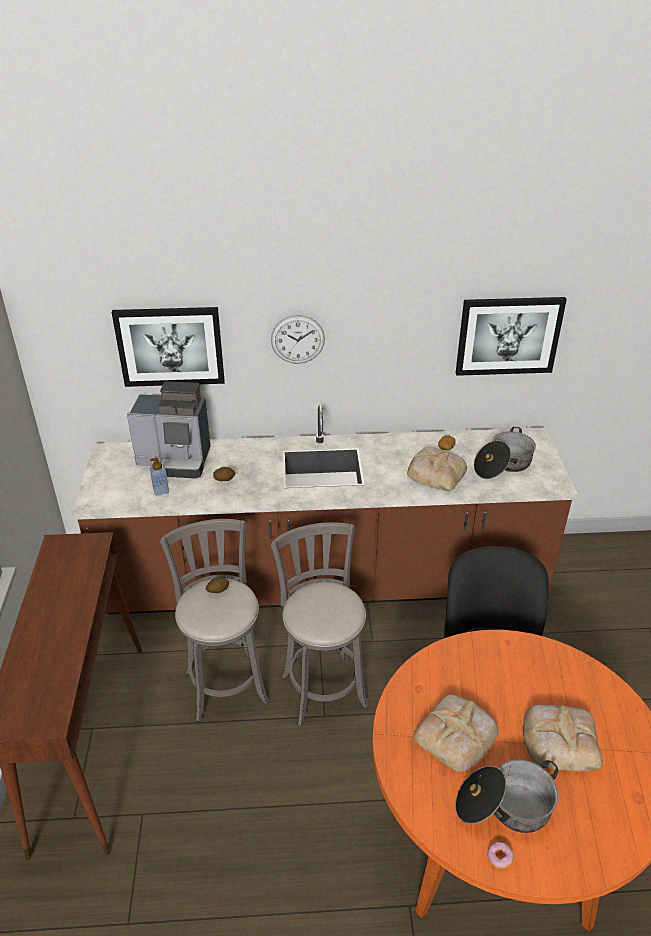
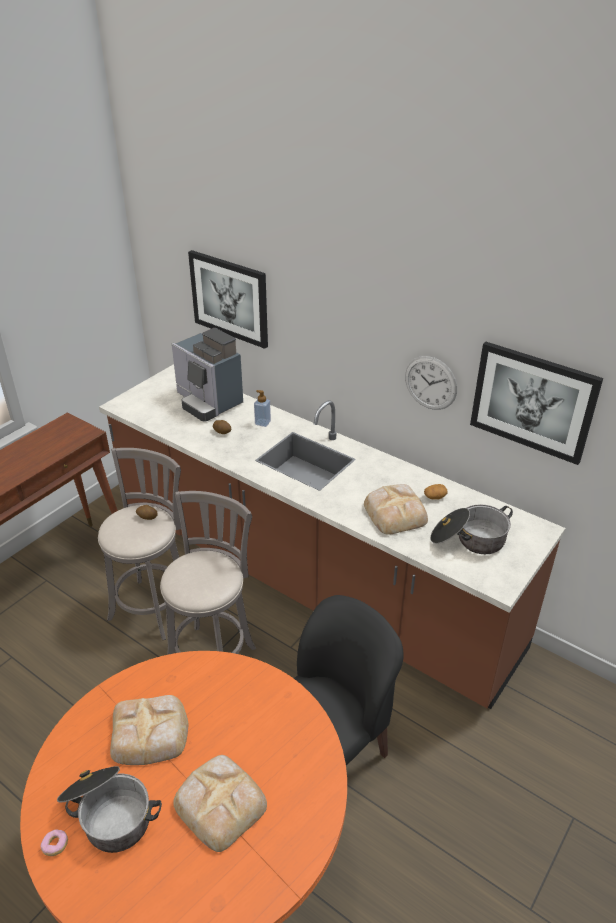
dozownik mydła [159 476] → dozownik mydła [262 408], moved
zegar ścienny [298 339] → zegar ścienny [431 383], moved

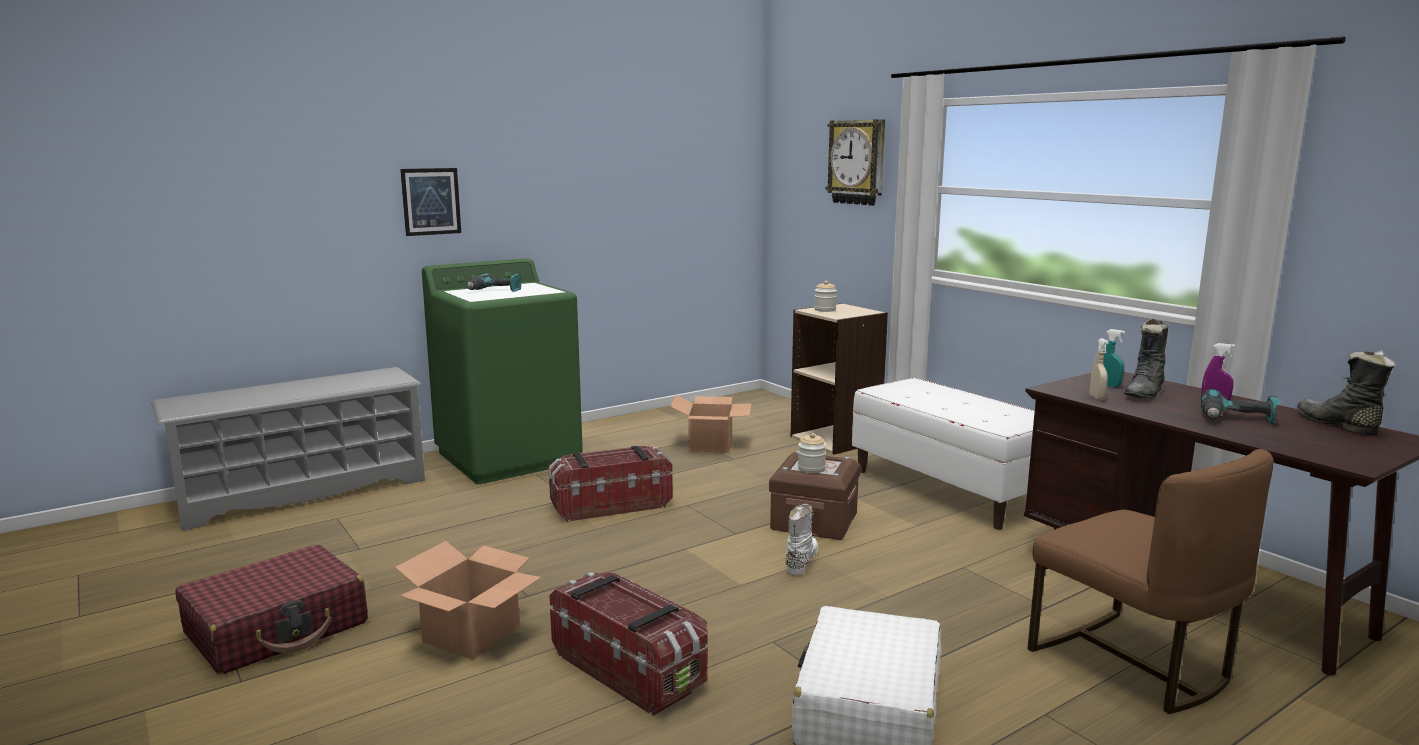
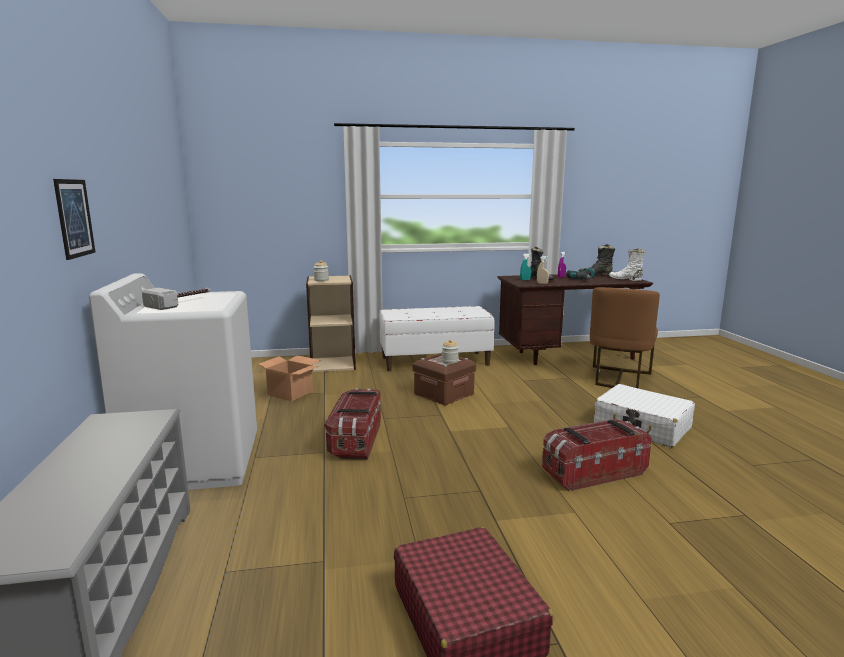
karton [468 600] → -
pralka [zielony] [502 371] → pralka [biały] [173 381]
wiertarka [493 282] → młotek [176 299]
but z cholewką [biały] [801 539] → but z cholewką [biały] [627 264], moved
zegar ścienny [855 162] → -
krzesło [brązowy] [1150 581] → krzesło [brązowy] [625 337], 120 degrees clockwise

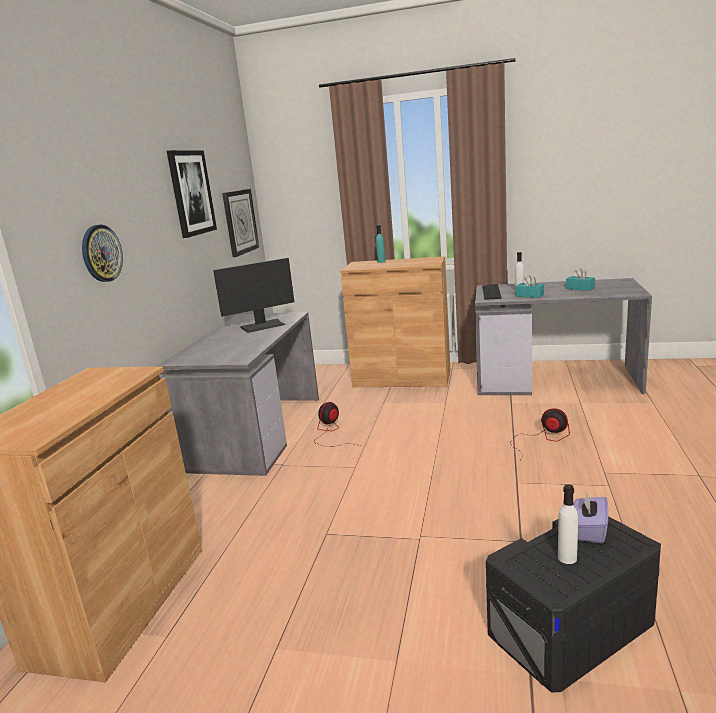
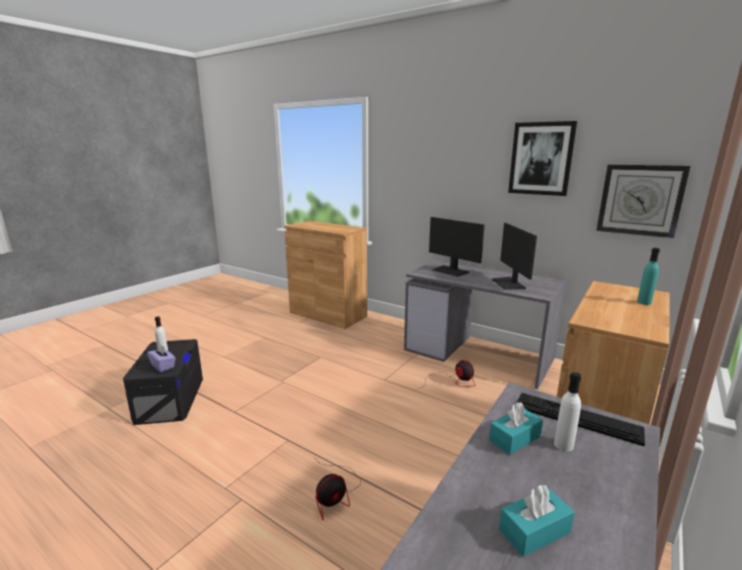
zegar ścienny [102 253] → -
- → monitor [457 247]

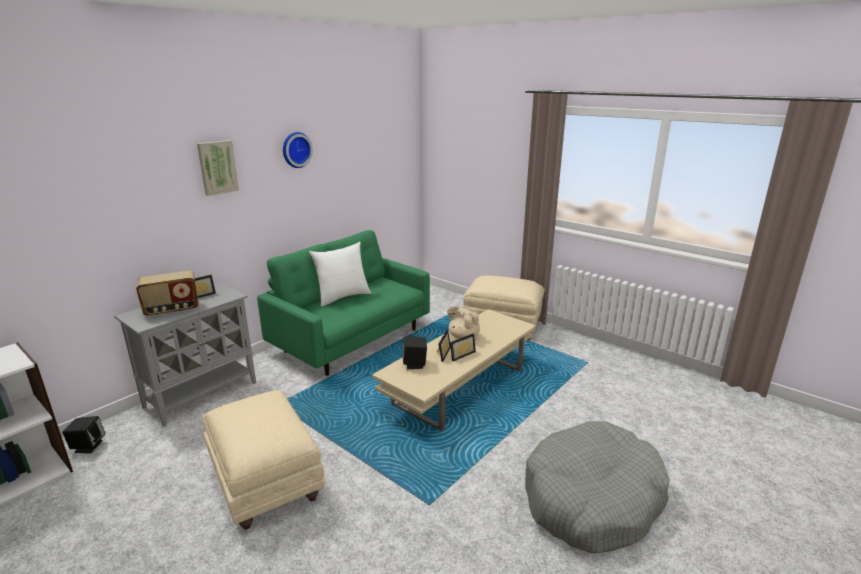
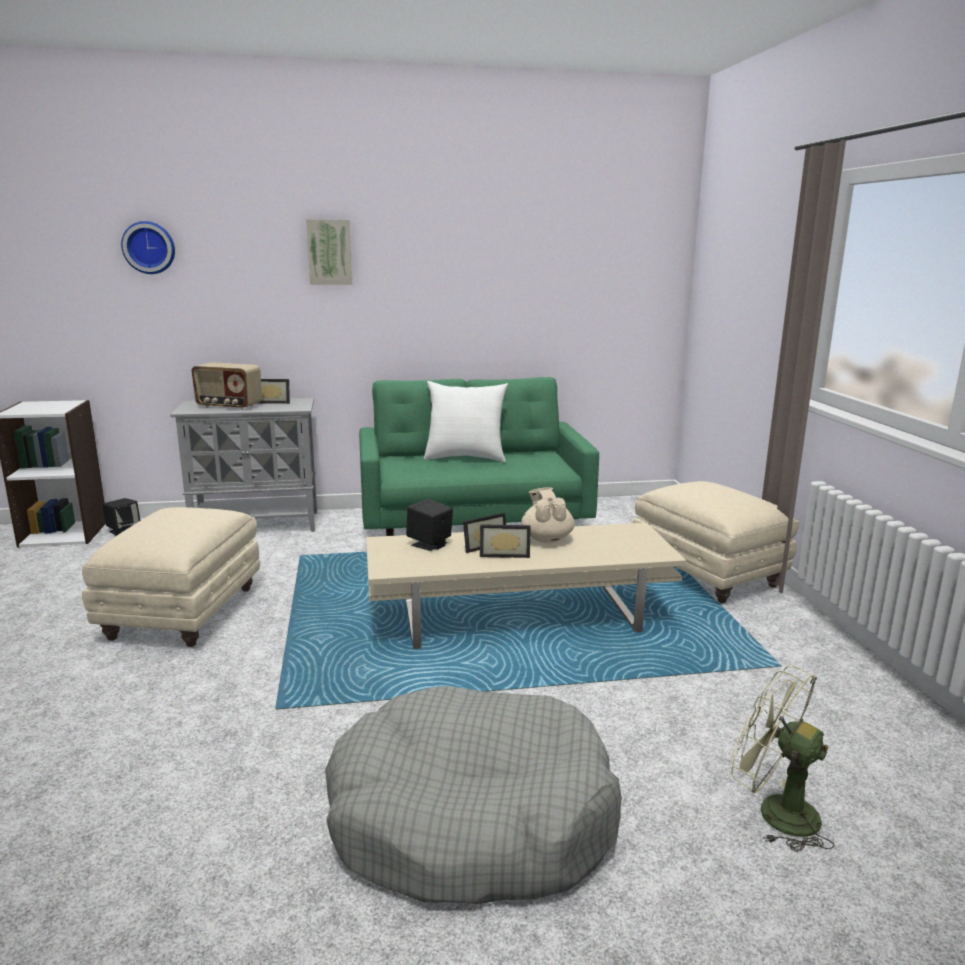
zegar ścienny [298 150] → zegar ścienny [148 247], moved
- → wentylator [zielony] [782 758]

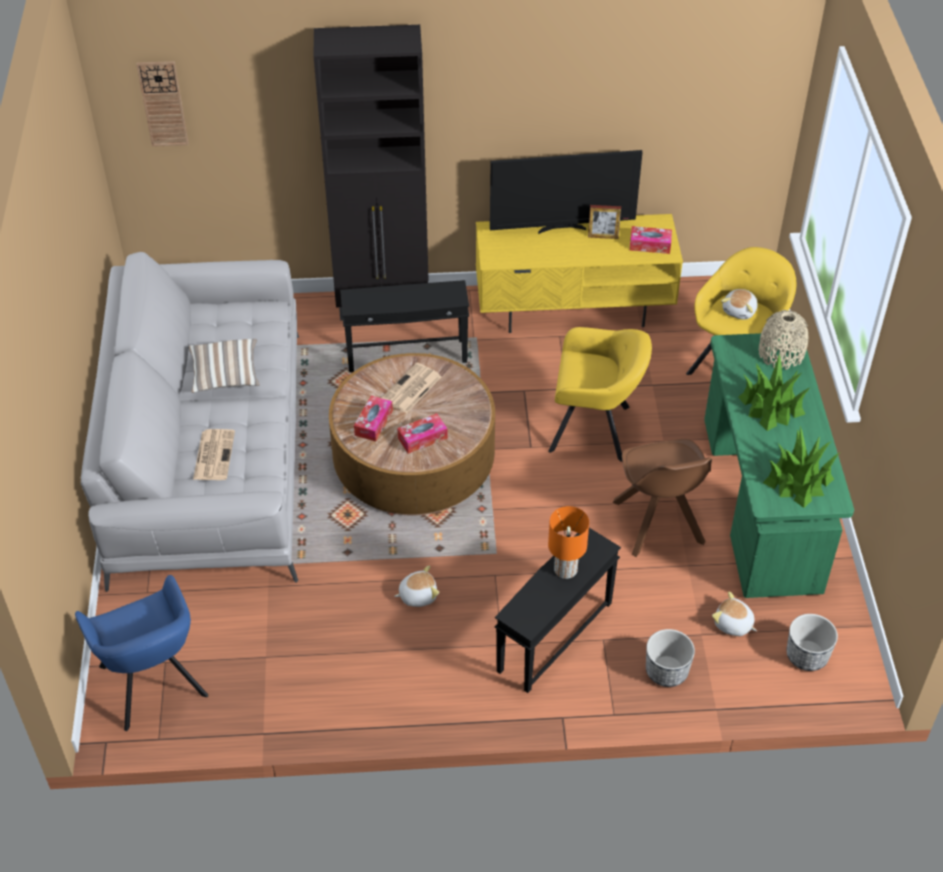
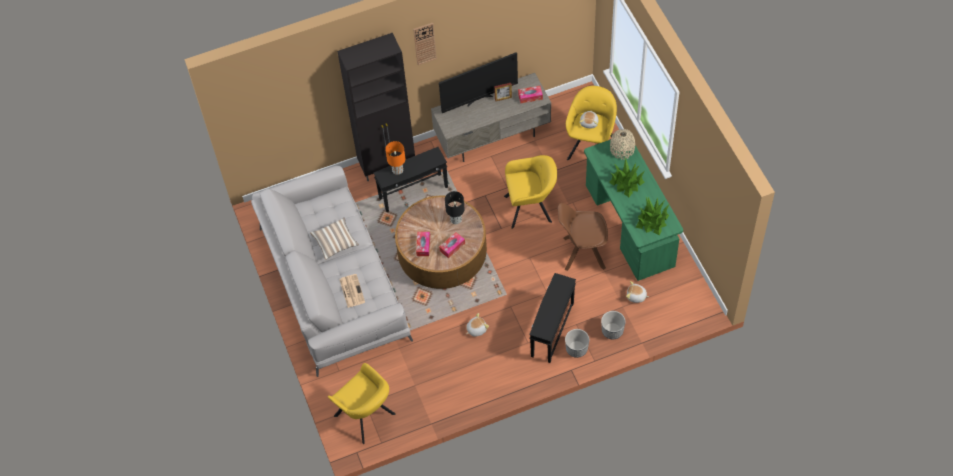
fotel [niebieski] [142 653] → fotel [żółty] [362 403]
zegar ścienny [162 104] → zegar ścienny [425 43], moved
gazeta [411 387] → -
szafka pod telewizor [żółty] [579 273] → szafka pod telewizor [szary] [491 117]
lampa stołowa [pomarańczowy] [568 542] → lampa stołowa [pomarańczowy] [395 158], moved
krzesło [brązowy] [662 498] → krzesło [brązowy] [583 237], 120 degrees clockwise
donica [812 642] → donica [577 343], moved
- → lampa stołowa [czarny] [455 207]

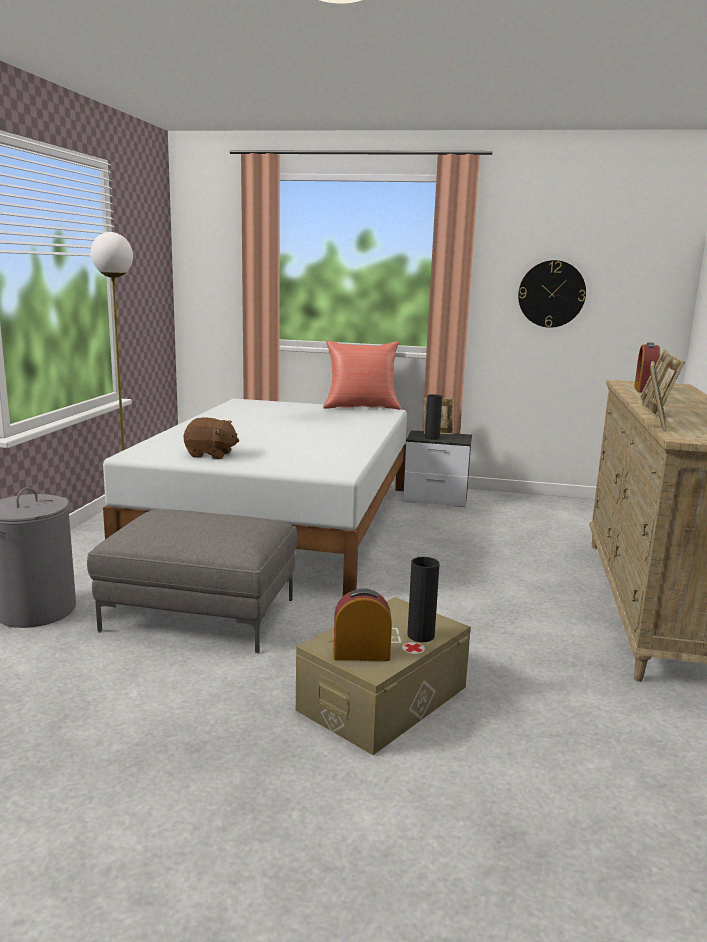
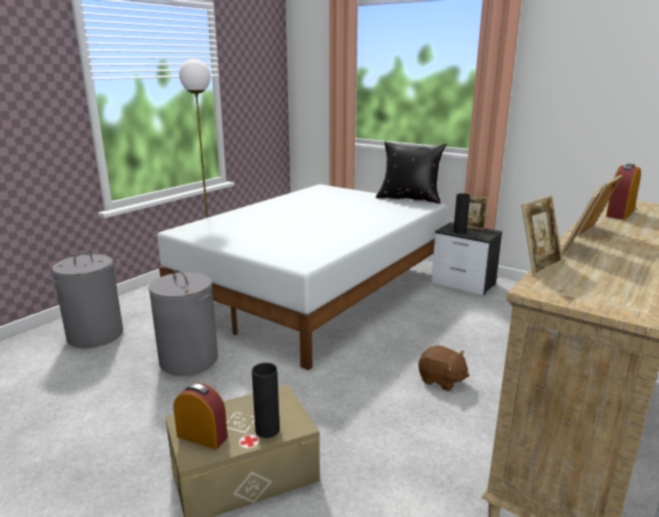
pufa [szary] [192 581] → kosz na pranie [szary] [183 323]
pluszak [brązowy] [211 438] → pluszak [brązowy] [443 368], moved
poduszka [czerwony] [362 375] → poduszka [czarny] [411 172]
zegar ścienny [552 294] → -

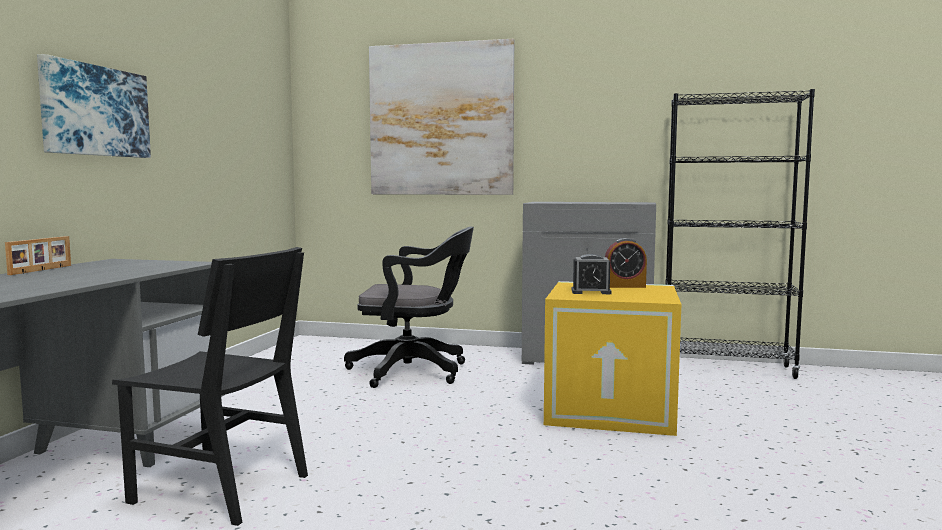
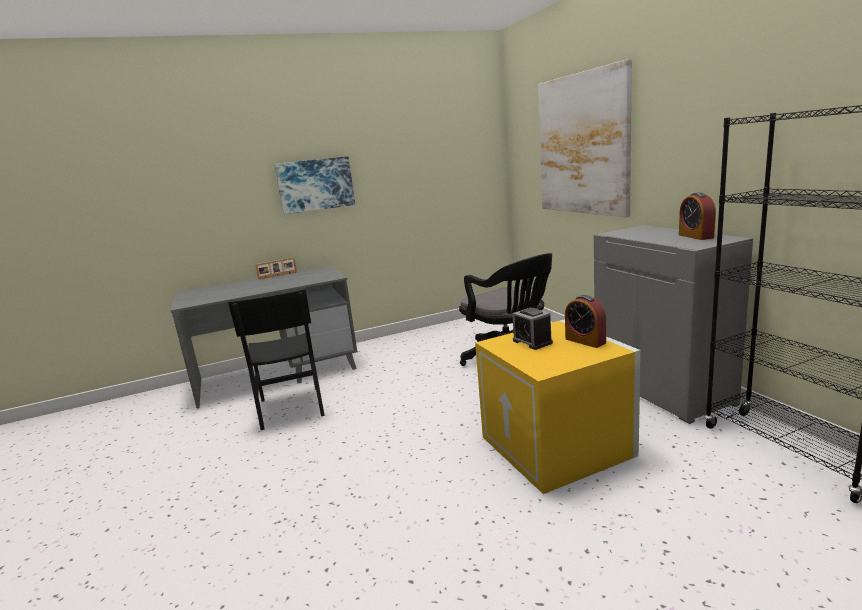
- → budzik [697 216]

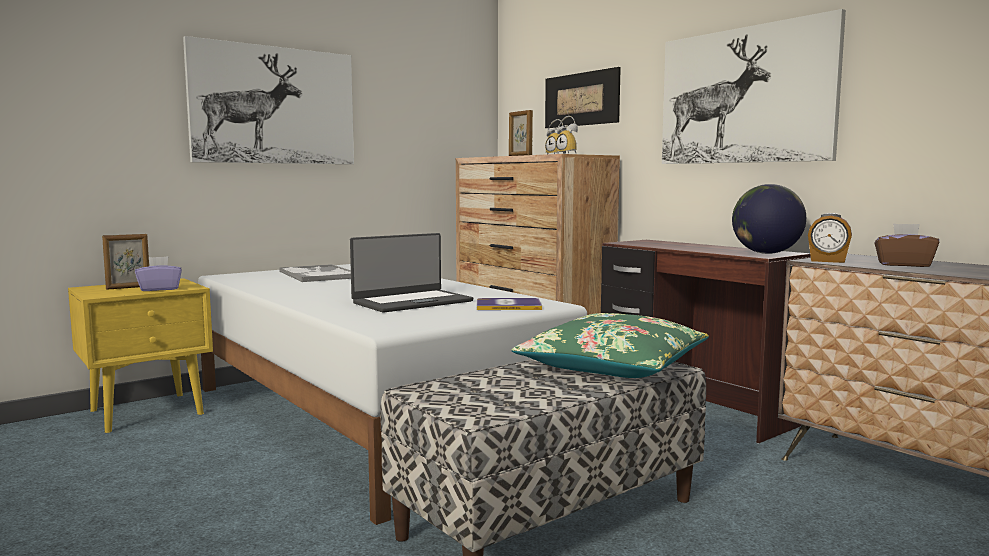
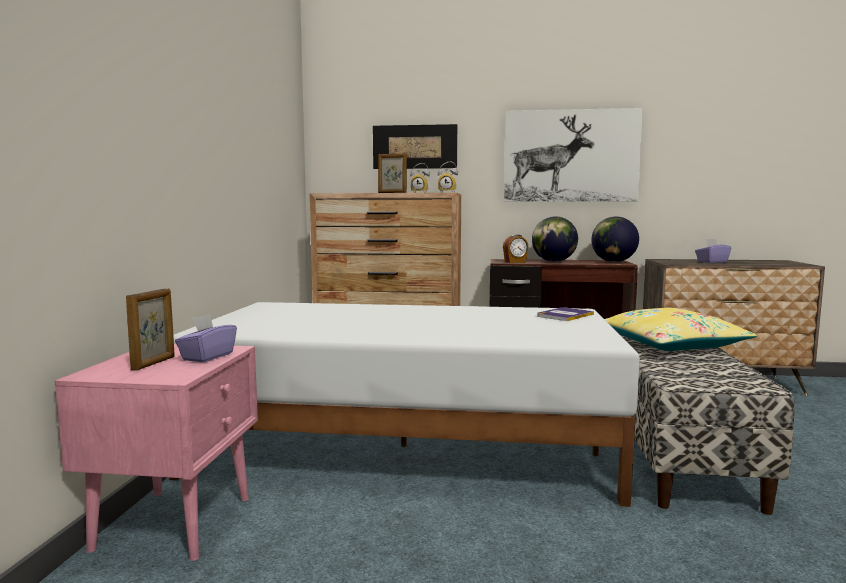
szafka nocna [żółty] [140 355] → szafka nocna [różowy] [156 452]
obraz [268 100] → -
taca [315 273] → -
laptop [411 273] → -
poduszka [zielony] [610 345] → poduszka [żółty] [680 329]
budzik [830 238] → budzik [515 248], moved
pudełko chusteczek [brązowy] [906 245] → pudełko chusteczek [fioletowy] [713 251]
- → globus [555 239]

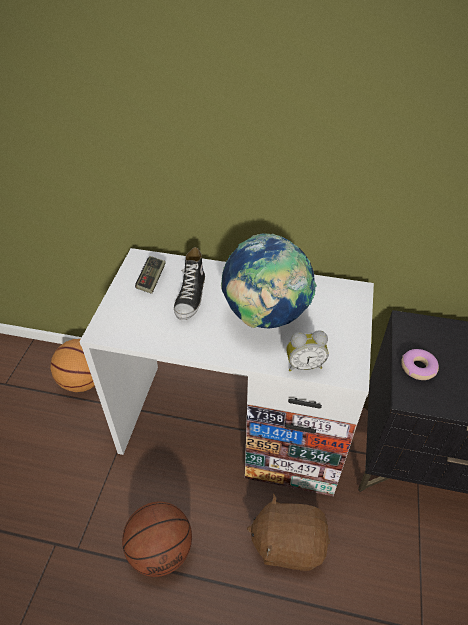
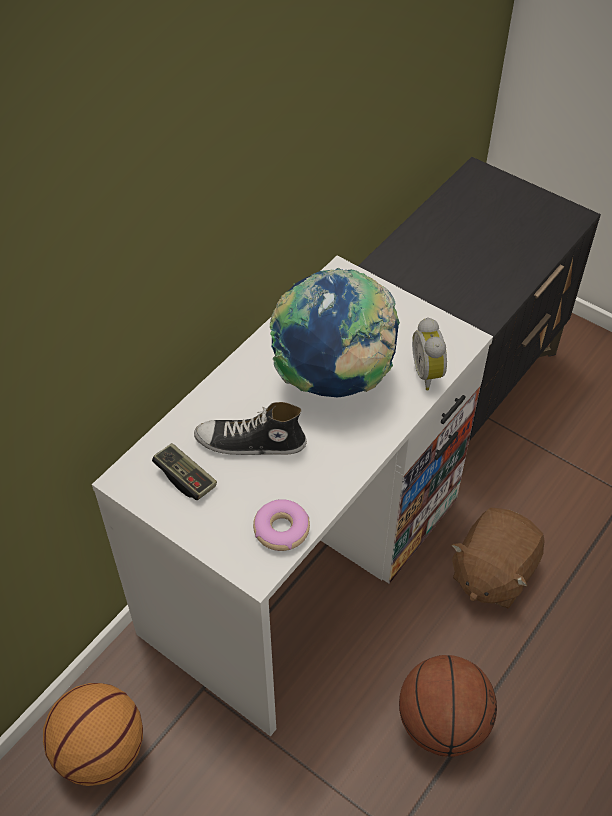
but [189 283] → but [250 428], 150 degrees clockwise
budzik [307 351] → budzik [429 353], 150 degrees clockwise
donut [420 364] → donut [281 525], moved

